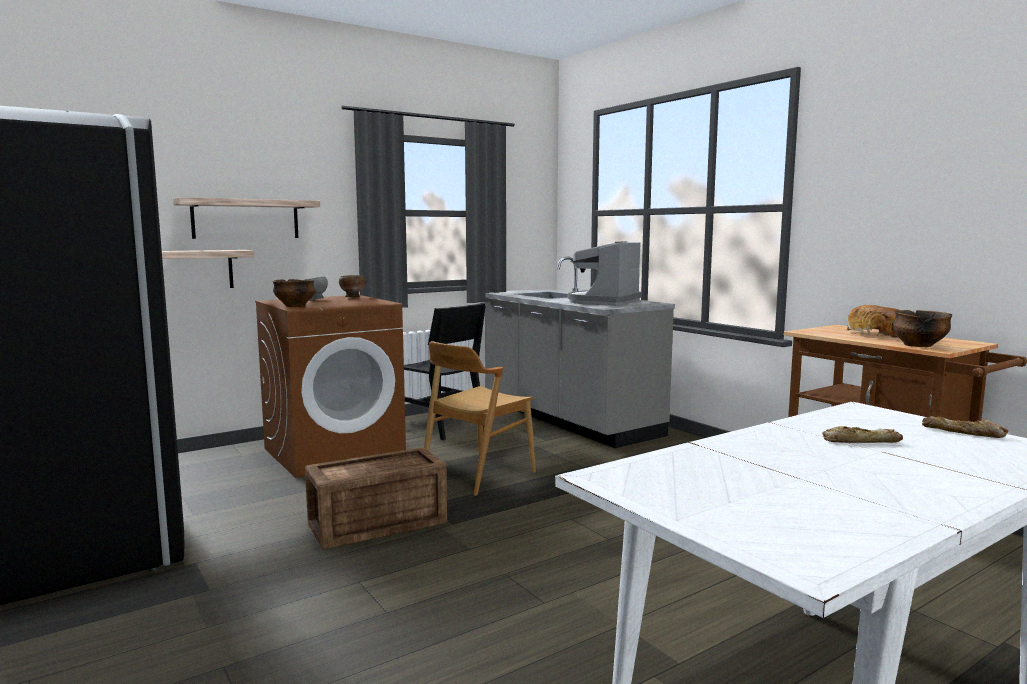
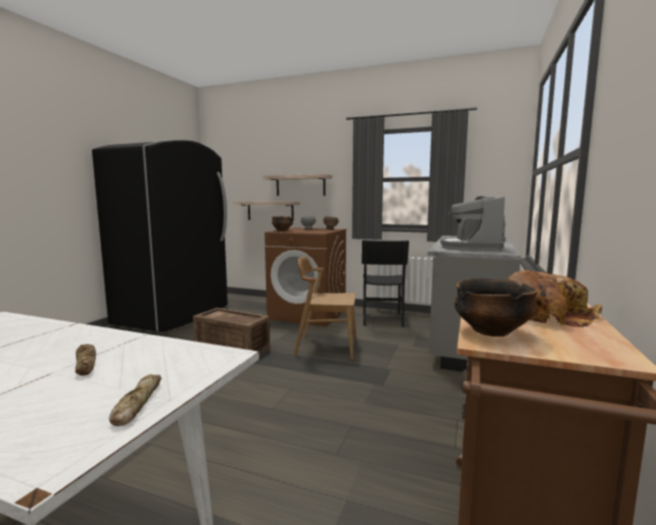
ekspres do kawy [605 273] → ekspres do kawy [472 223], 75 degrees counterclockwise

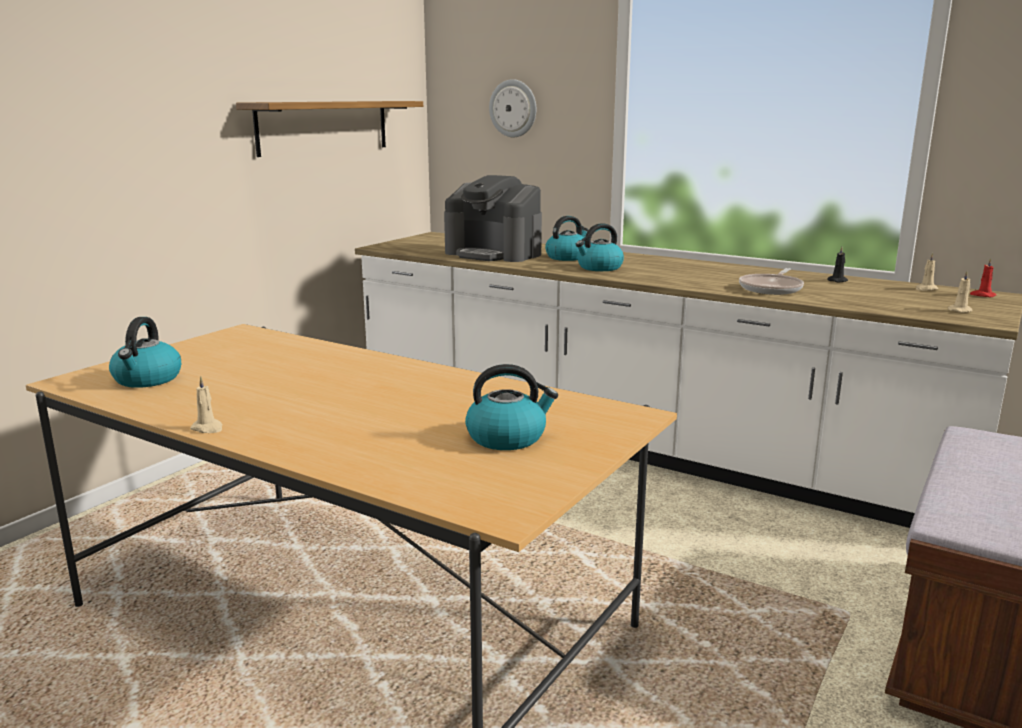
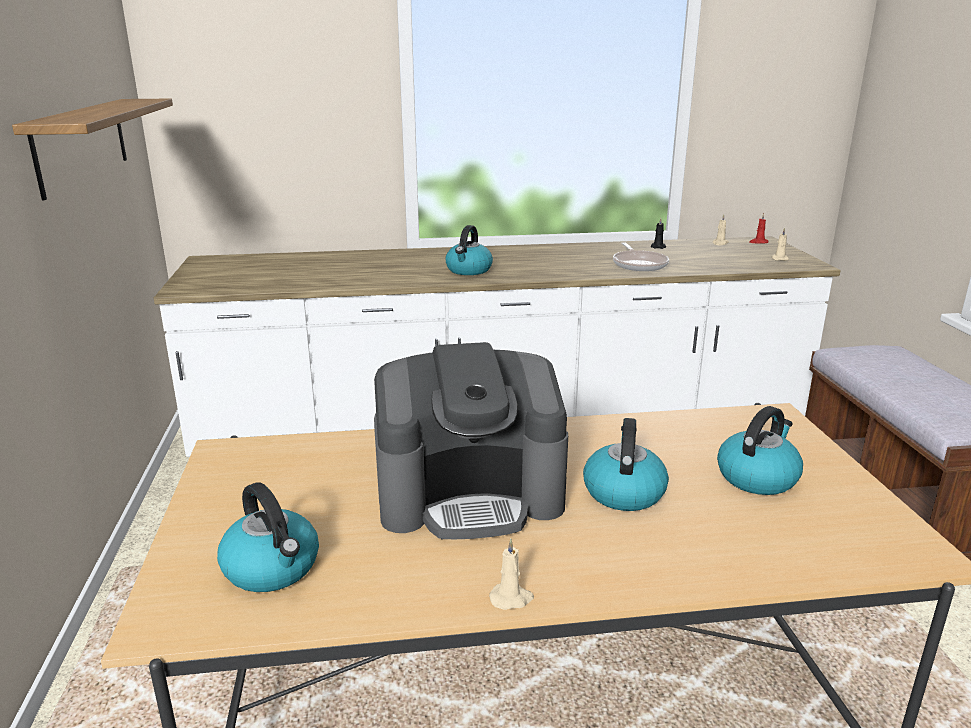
ekspres do kawy [493 218] → ekspres do kawy [471 441], moved
zegar ścienny [512 108] → -
czajnik [567 238] → czajnik [626 464], moved

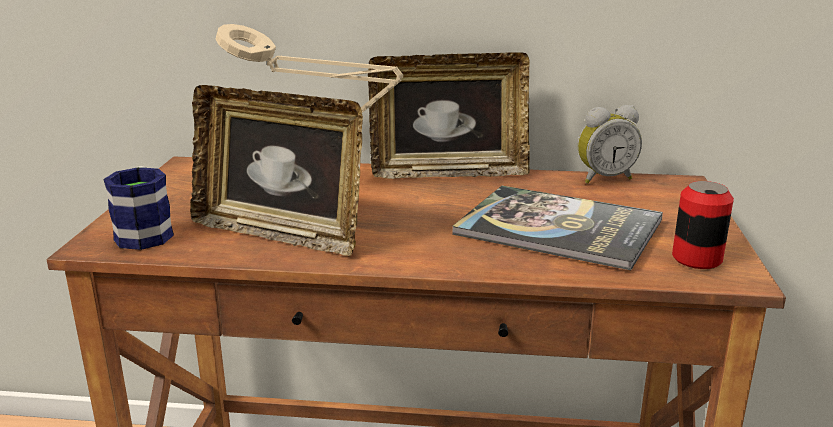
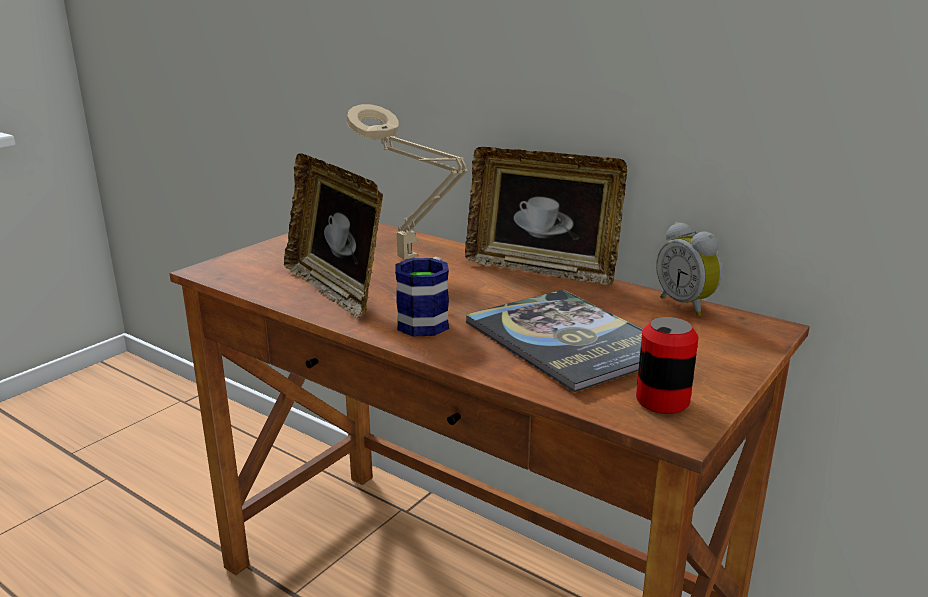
kubek [138 208] → kubek [422 296], moved
budzik [610 144] → budzik [689 269], 45 degrees clockwise

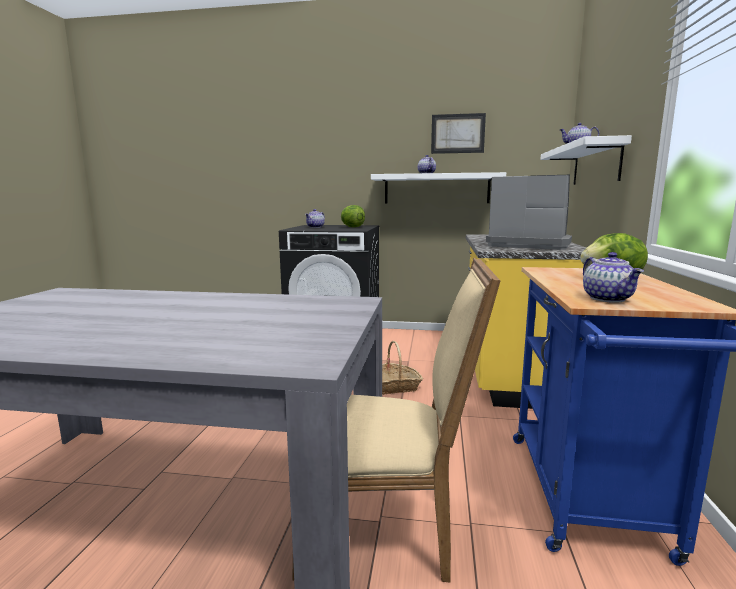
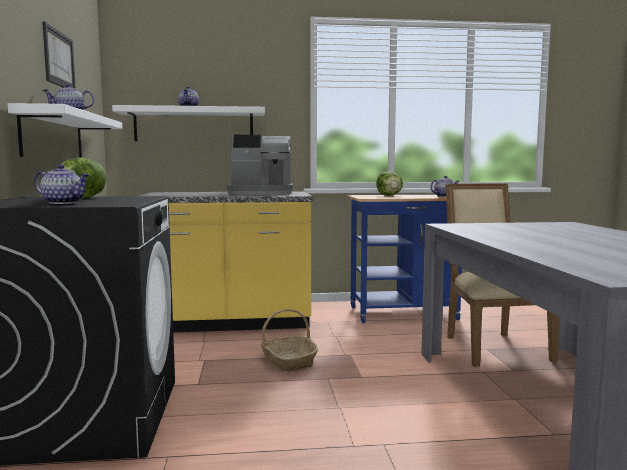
ekspres do kawy [529 212] → ekspres do kawy [260 165], 105 degrees counterclockwise

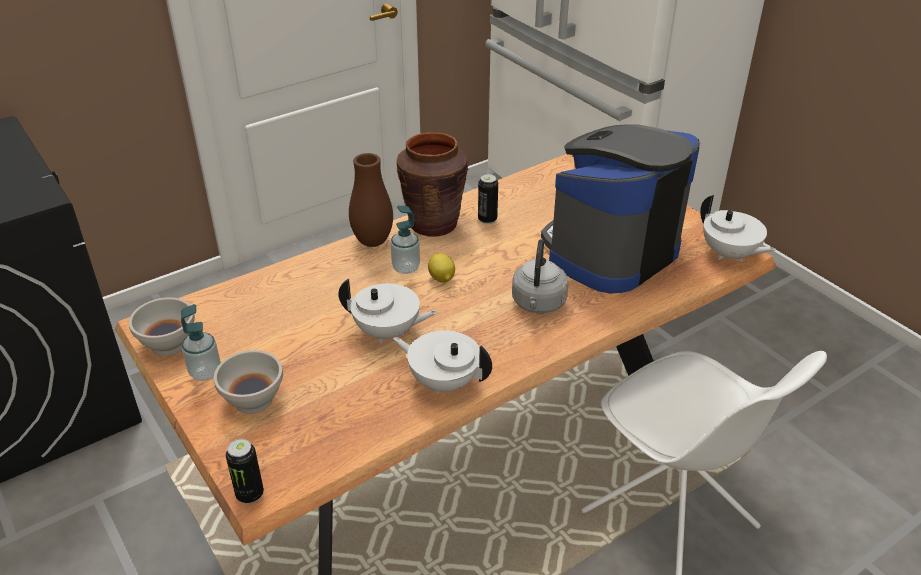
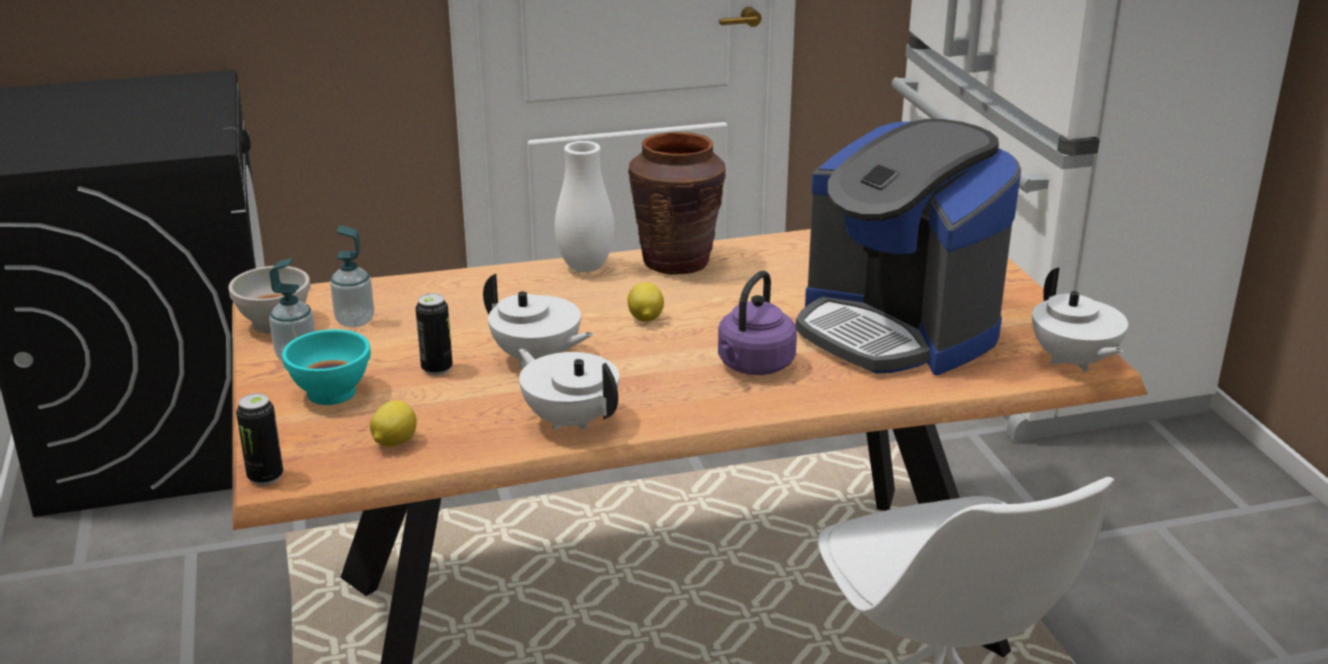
miska [biały] [248 382] → miska [turkusowy] [326 367]
wazon [brązowy] [371 200] → wazon [biały] [584 206]
dozownik mydła [405 240] → dozownik mydła [352 277], moved
puszka [488 199] → puszka [434 334], moved
czajnik [szary] [540 276] → czajnik [fioletowy] [757 322]
ekspres do kawy [620 209] → ekspres do kawy [908 247], 105 degrees counterclockwise
- → cytryna [393 423]

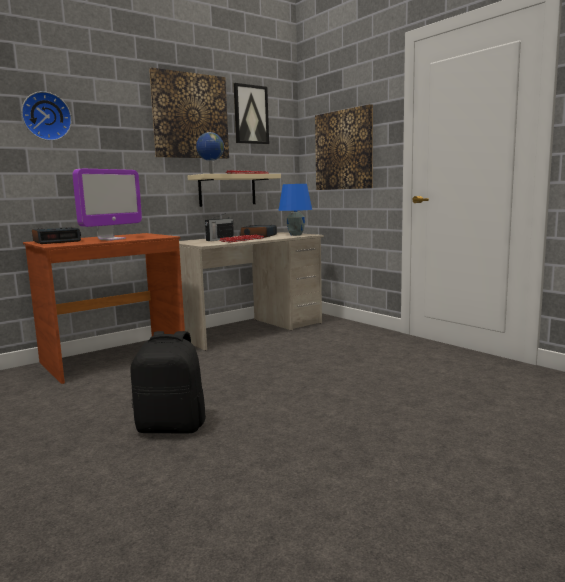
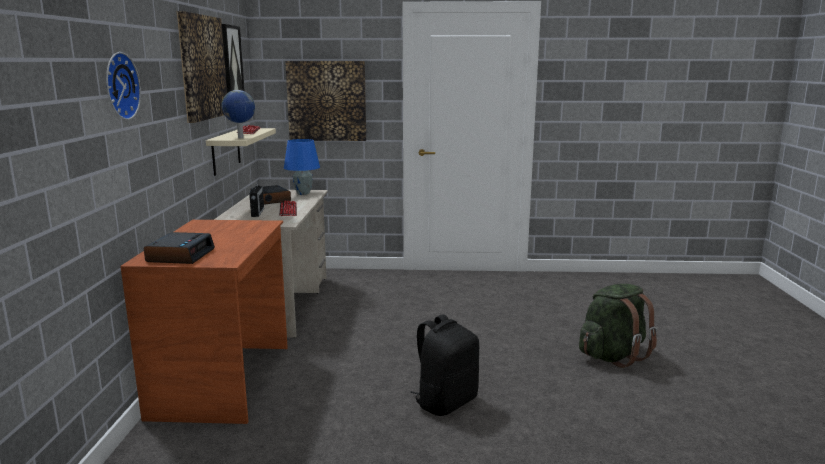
monitor [107 205] → -
- → plecak [zielony] [618 326]

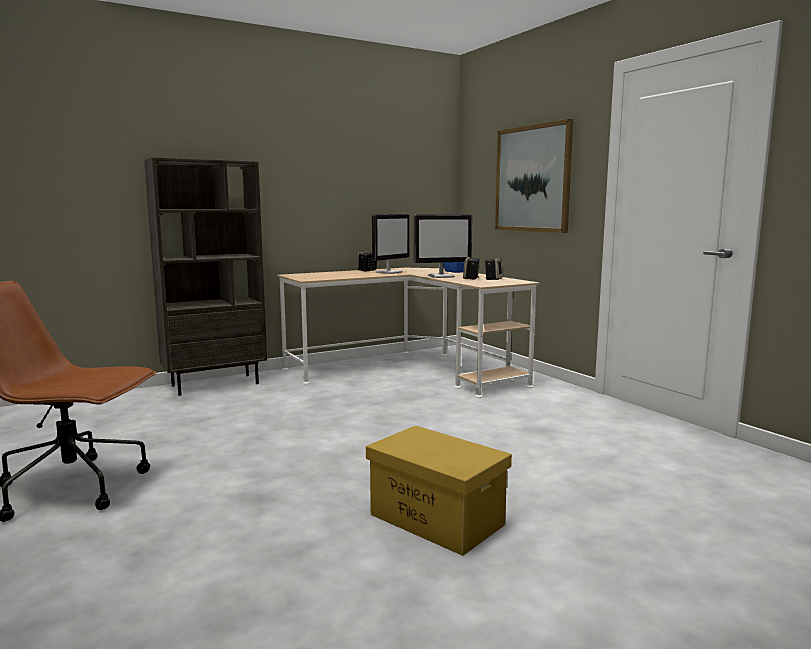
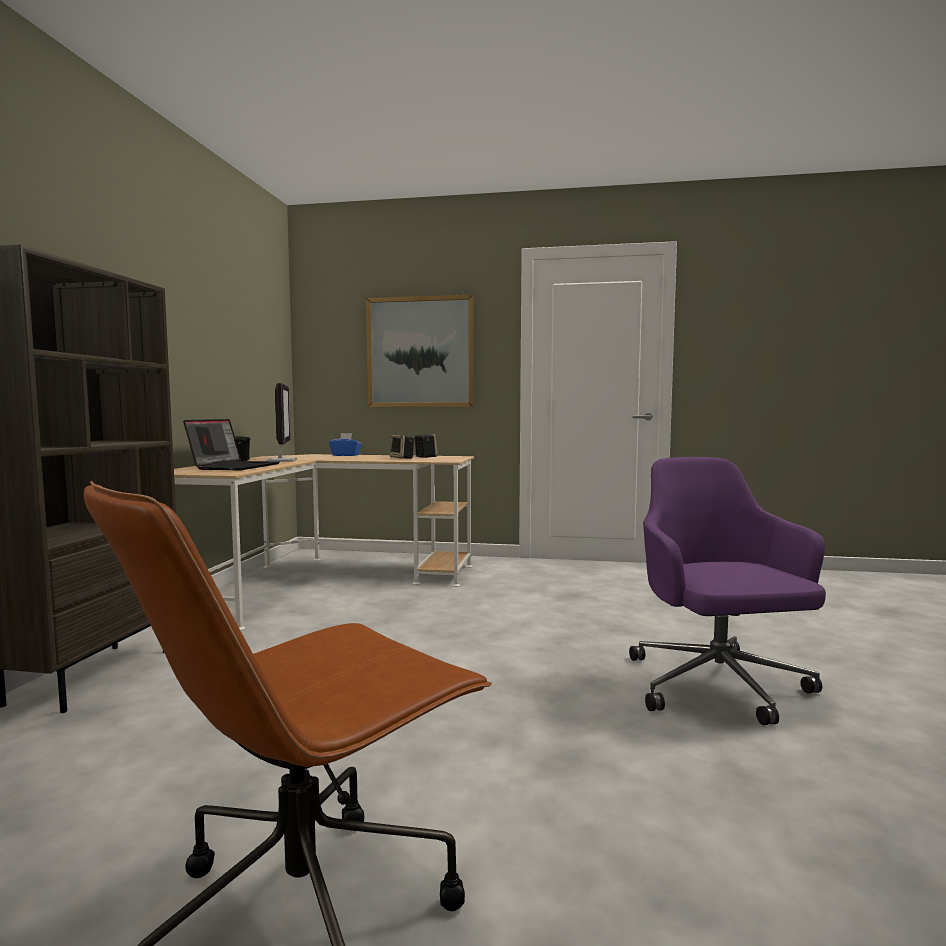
pojemnik do przechowywania [żółty] [439 490] → krzesło biurowe [fioletowy] [727 591]
monitor [443 246] → -
- → laptop [231 444]

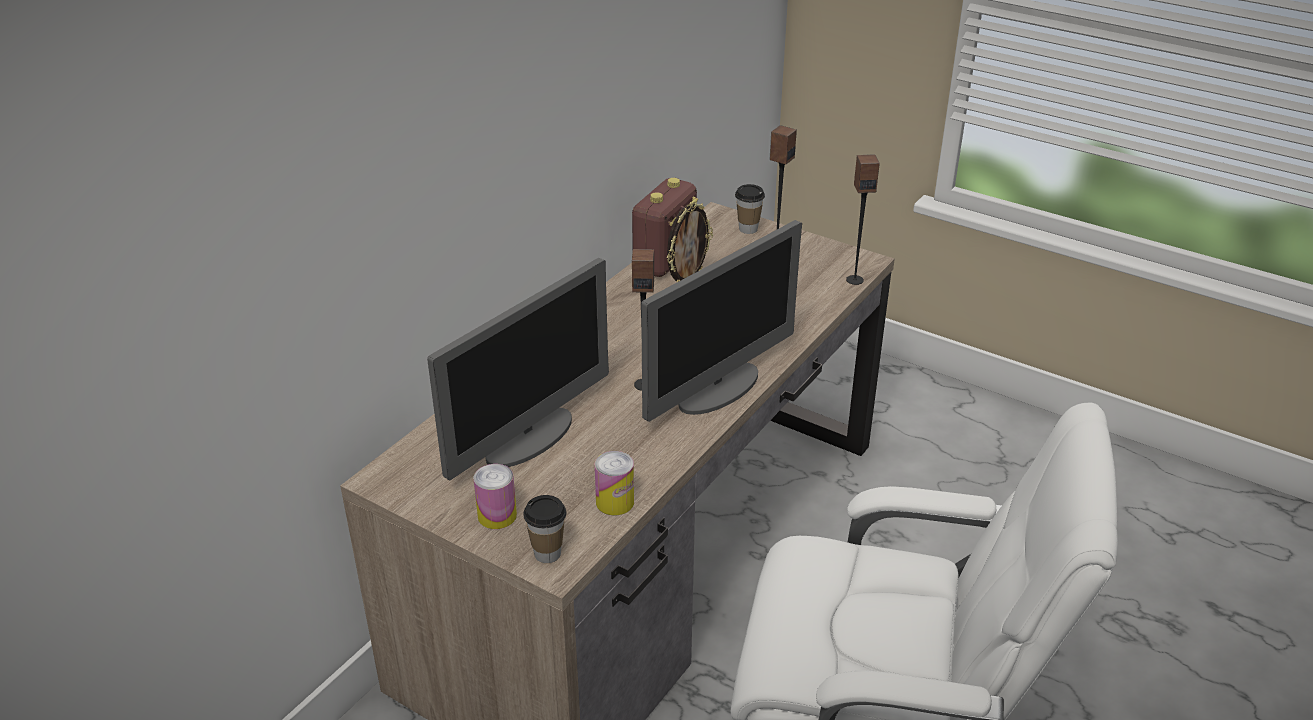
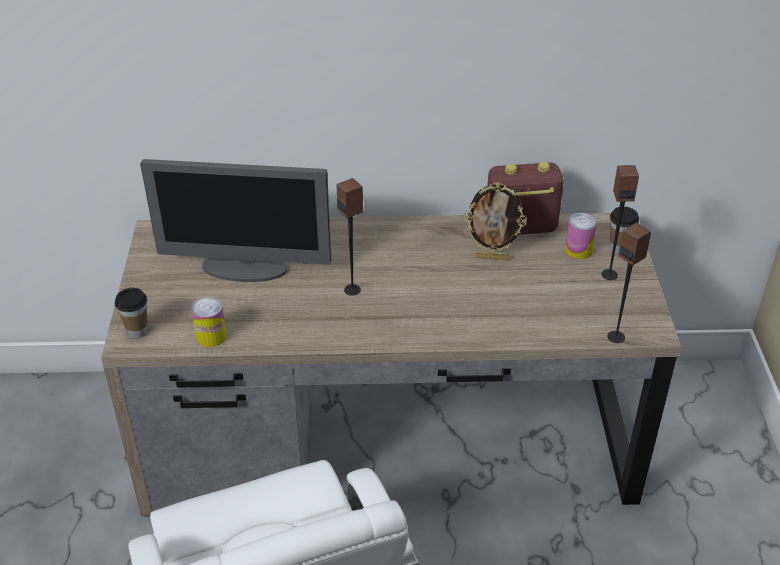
puszka [495 496] → puszka [581 236], moved
monitor [721 321] → -

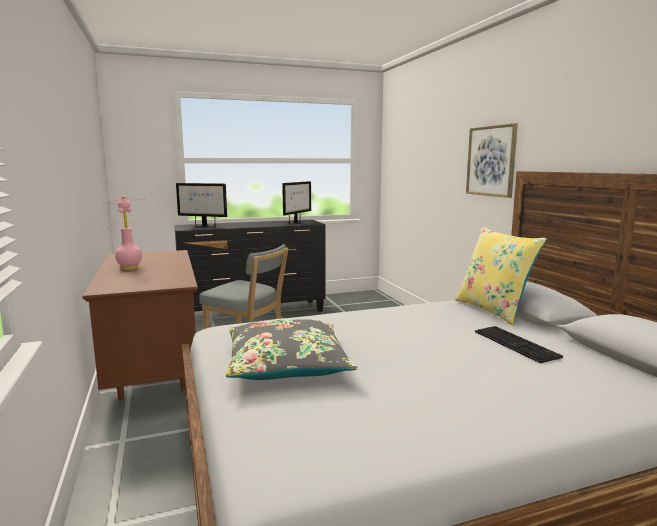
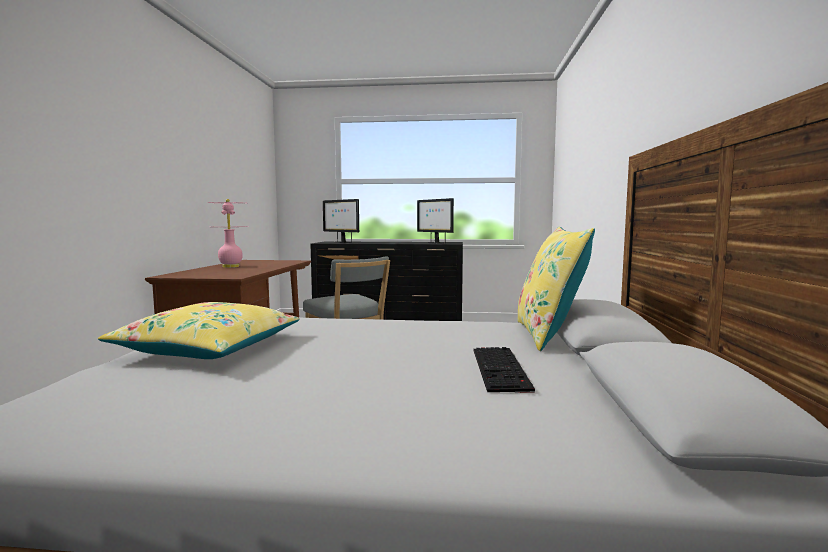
poduszka [szary] [291 349] → poduszka [żółty] [199 330]
monitor [296 202] → monitor [435 221], 90 degrees clockwise
obraz [492 160] → -

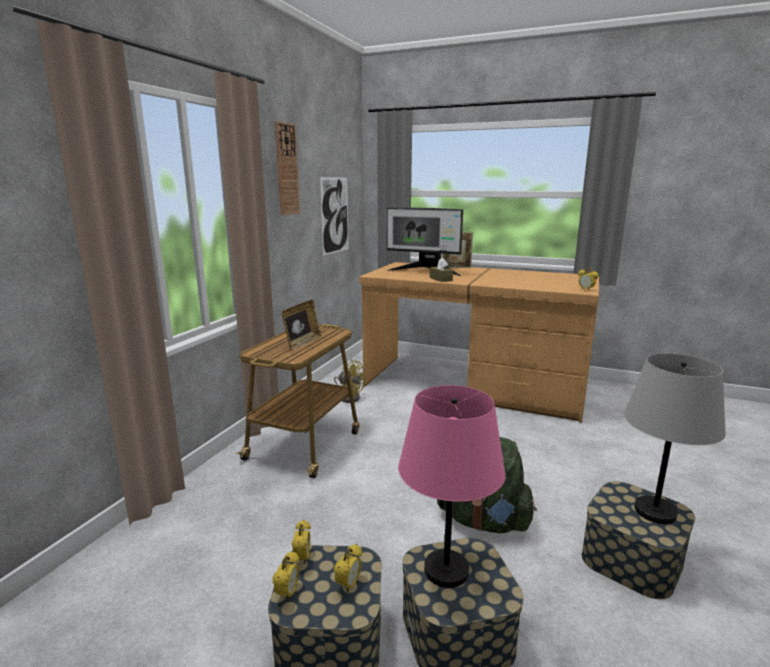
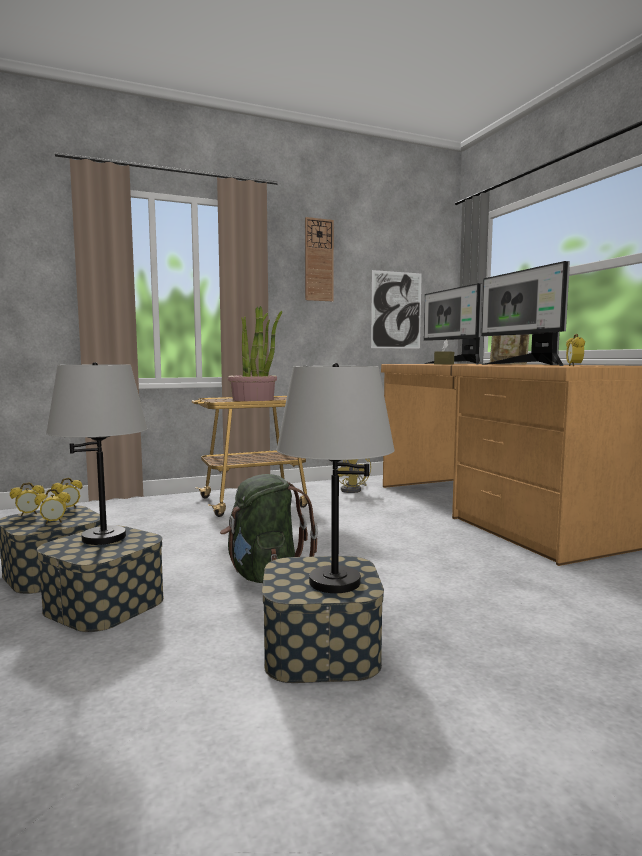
ramka na zdjęcie [302 324] → roślina doniczkowa [255 353]
lampa stołowa [różowy] [451 486] → lampa stołowa [szary] [97 453]
- → monitor [525 313]

